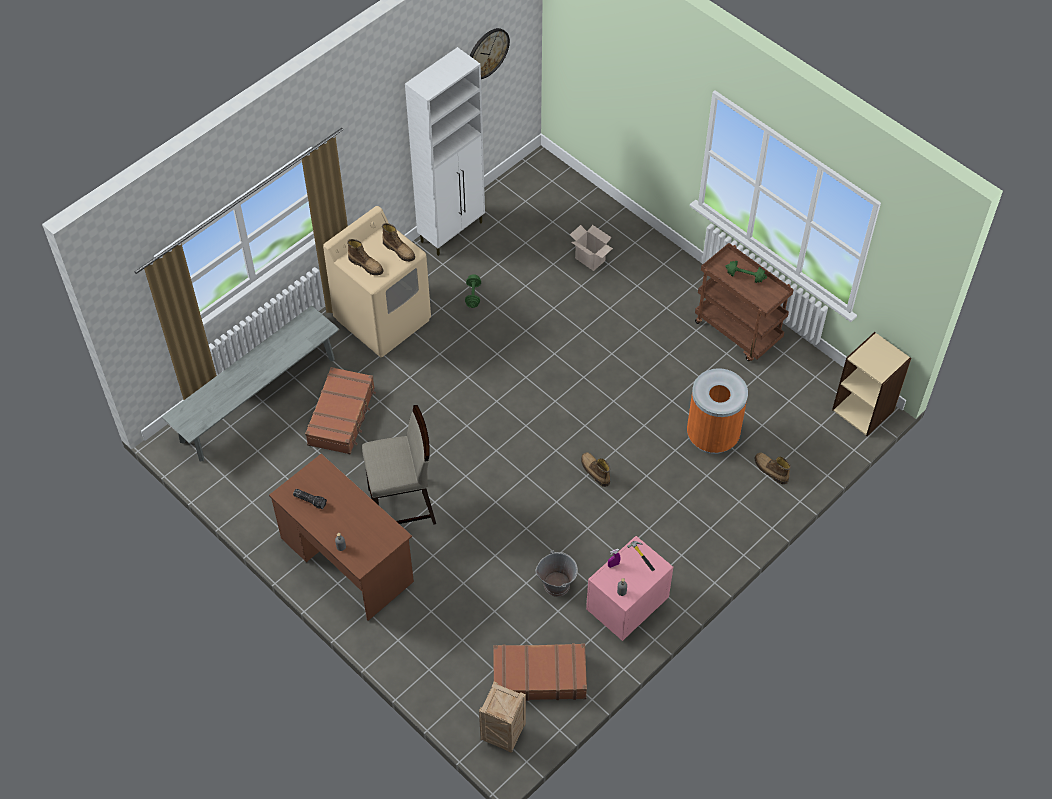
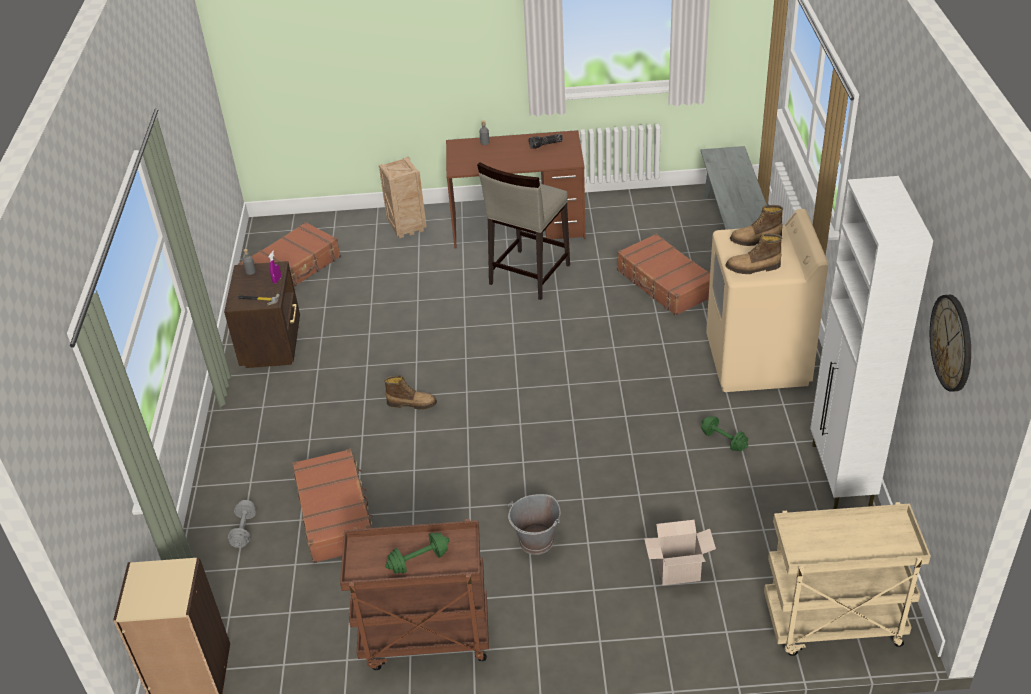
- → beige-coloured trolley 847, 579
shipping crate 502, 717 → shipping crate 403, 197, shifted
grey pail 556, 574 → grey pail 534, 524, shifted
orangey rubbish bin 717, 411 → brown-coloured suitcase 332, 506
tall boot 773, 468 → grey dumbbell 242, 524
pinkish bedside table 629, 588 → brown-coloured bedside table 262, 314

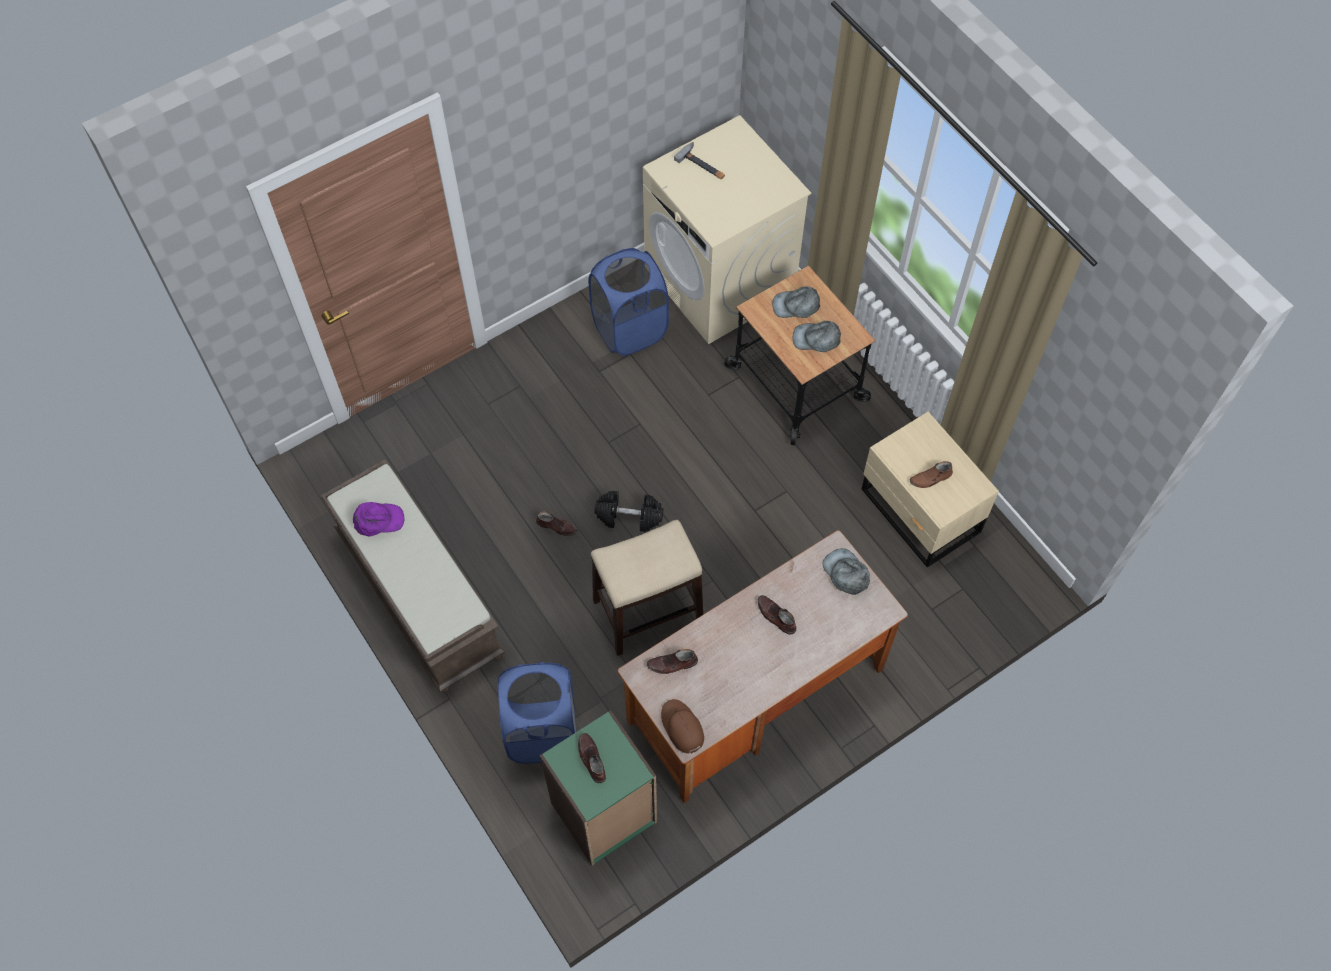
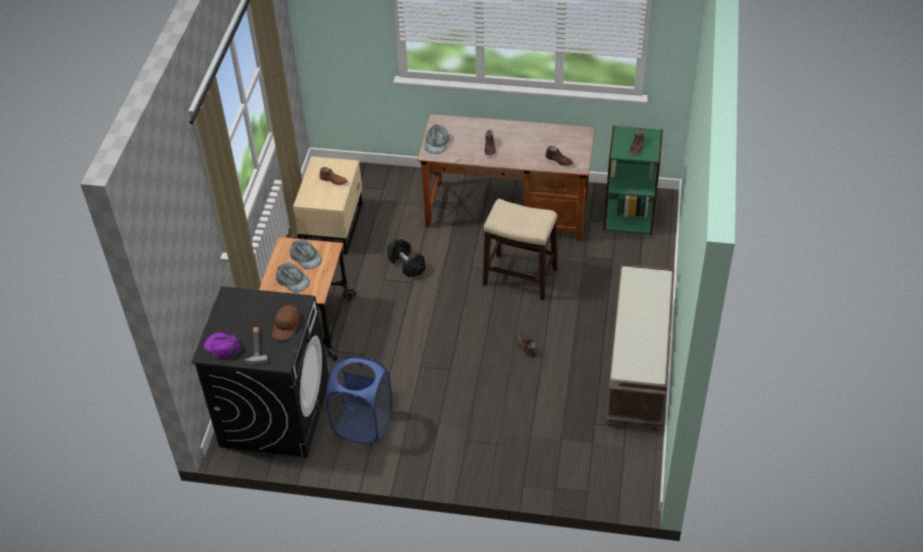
blue-coloured laundry basket 537, 713 → -
purplish cap 378, 519 → purplish cap 222, 345, shifted
black-coloured dumbbell 629, 511 → black-coloured dumbbell 406, 258, shifted
brown-coloured cap 682, 726 → brown-coloured cap 286, 322, shifted
beige-coloured washing machine 727, 229 → black-coloured washing machine 260, 371

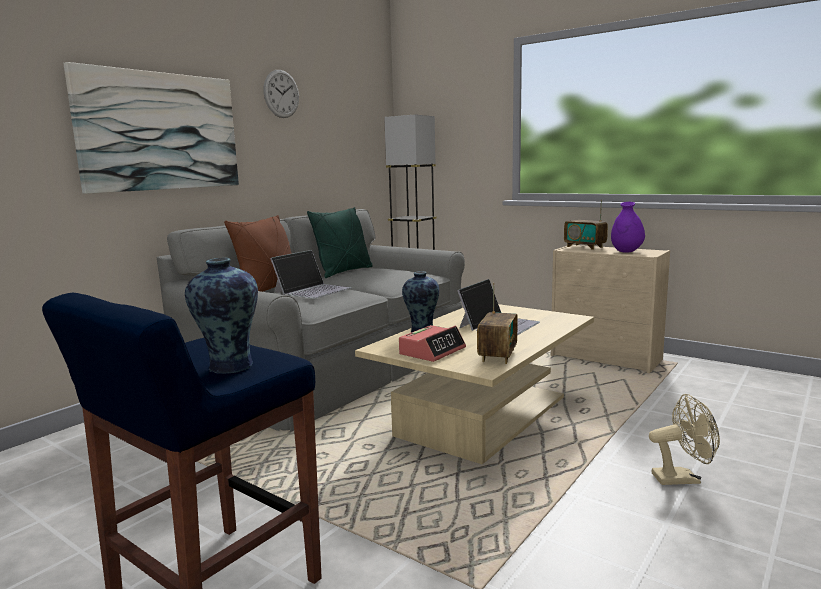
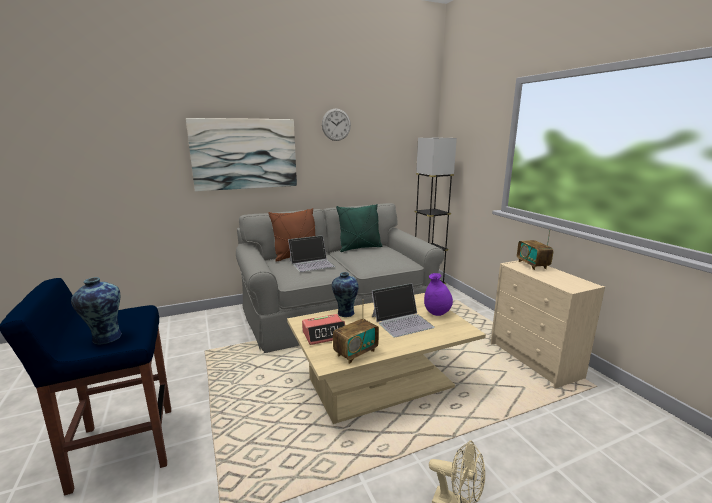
purplish decorative vase 628, 227 → purplish decorative vase 438, 294, shifted

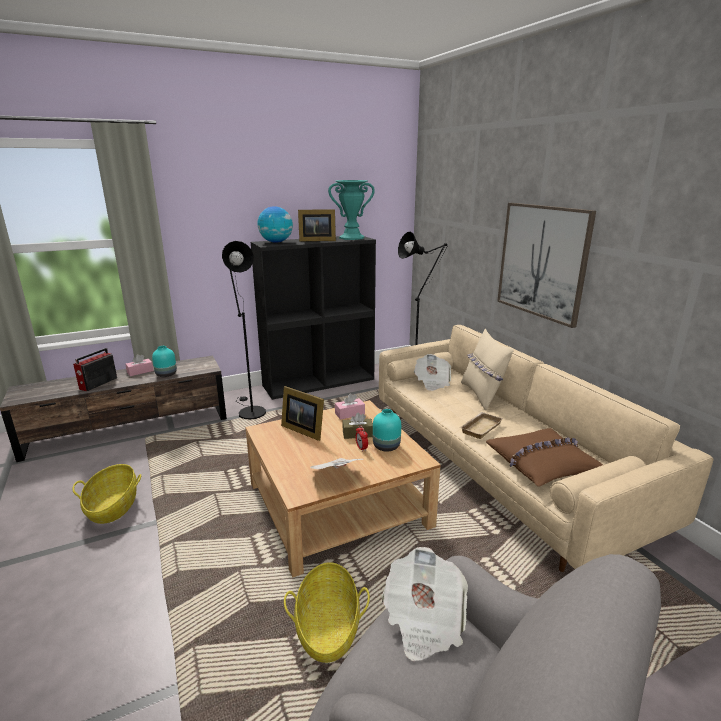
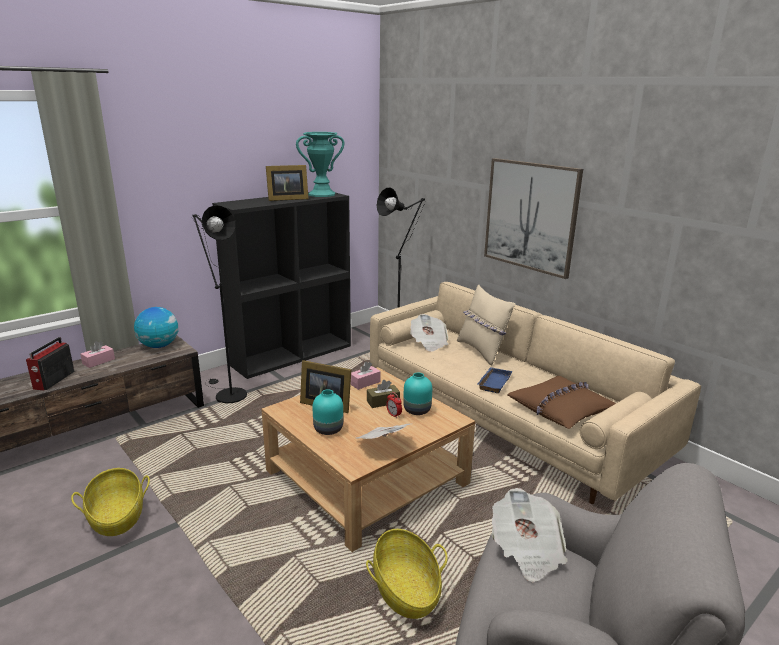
turquoise-coloured decorative vase 164, 361 → turquoise-coloured decorative vase 328, 412, shifted
world globe 275, 224 → world globe 156, 327, shifted
beige-coloured tray 481, 425 → blue-coloured tray 495, 380

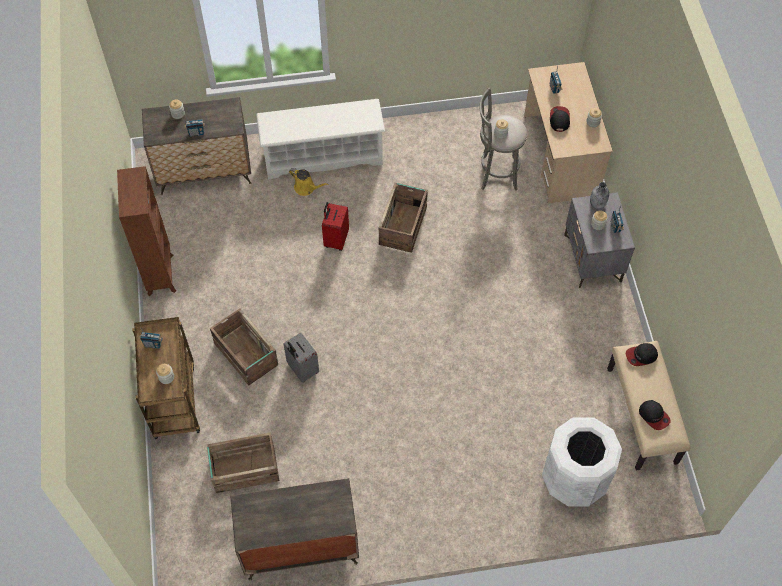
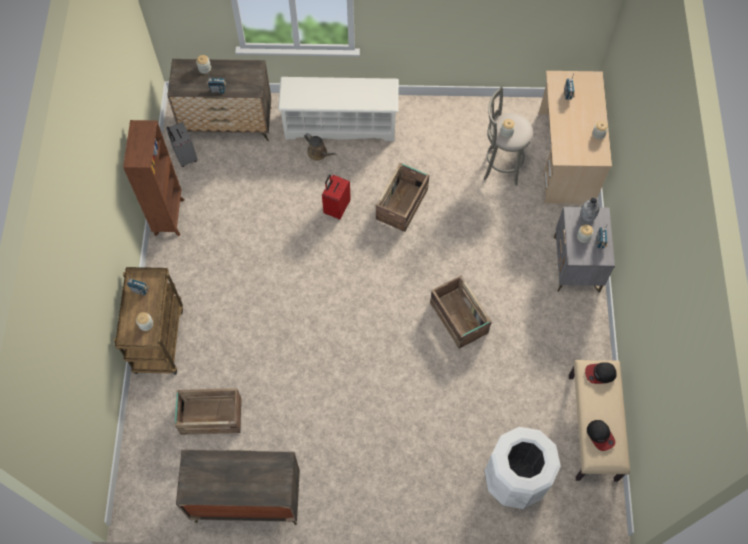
cap 560, 119 → -
shipping crate 244, 346 → shipping crate 461, 312, shifted
grey suitcase 301, 358 → grey suitcase 182, 144, shifted
yellowish sprinkling can 308, 182 → brown-coloured sprinkling can 321, 147

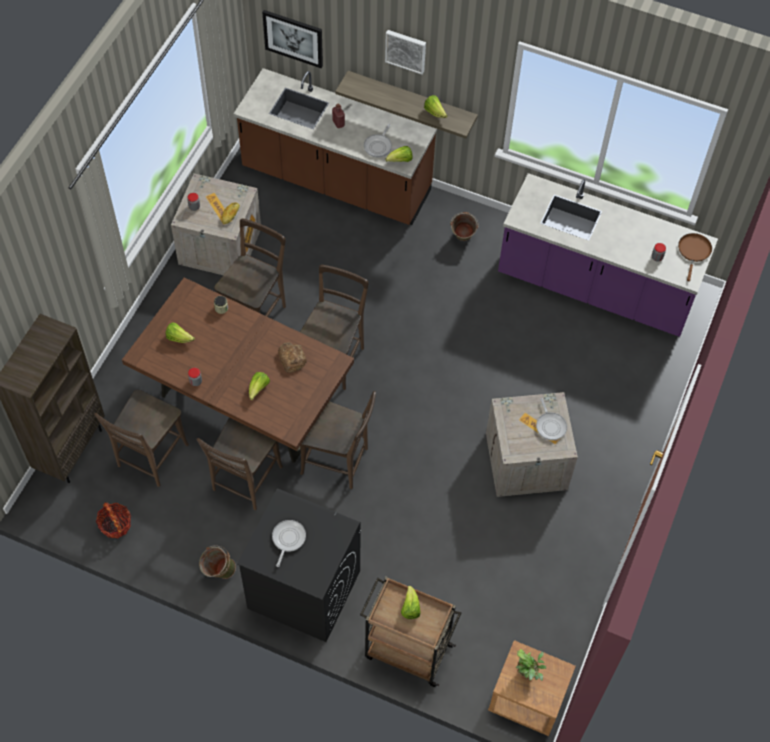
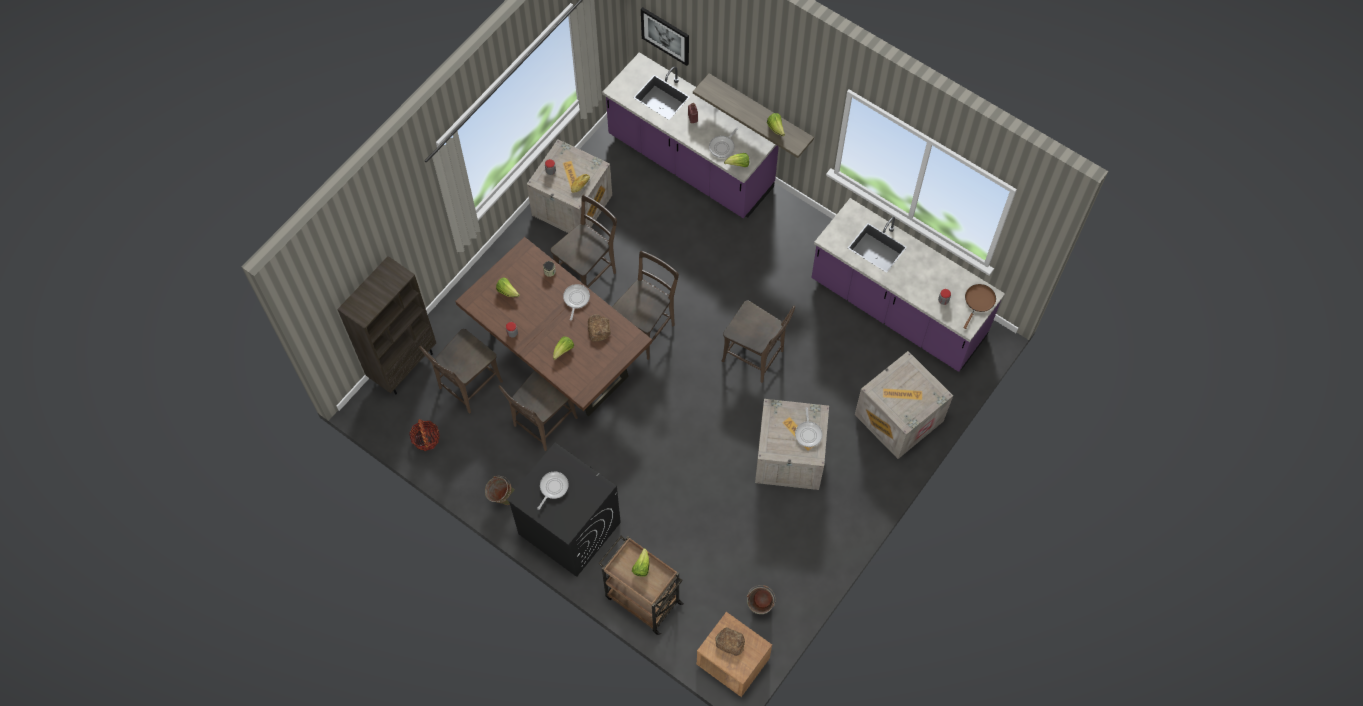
picture 405, 52 → -
- → pan 576, 302
- → shipping crate 904, 405
brown-coloured chair 338, 440 → brown-coloured chair 758, 341, shifted
greenish pail 464, 226 → greenish pail 761, 599, shifted
potted plant 531, 665 → bread 730, 641
brown-coloured counter 335, 146 → purplish counter 690, 135

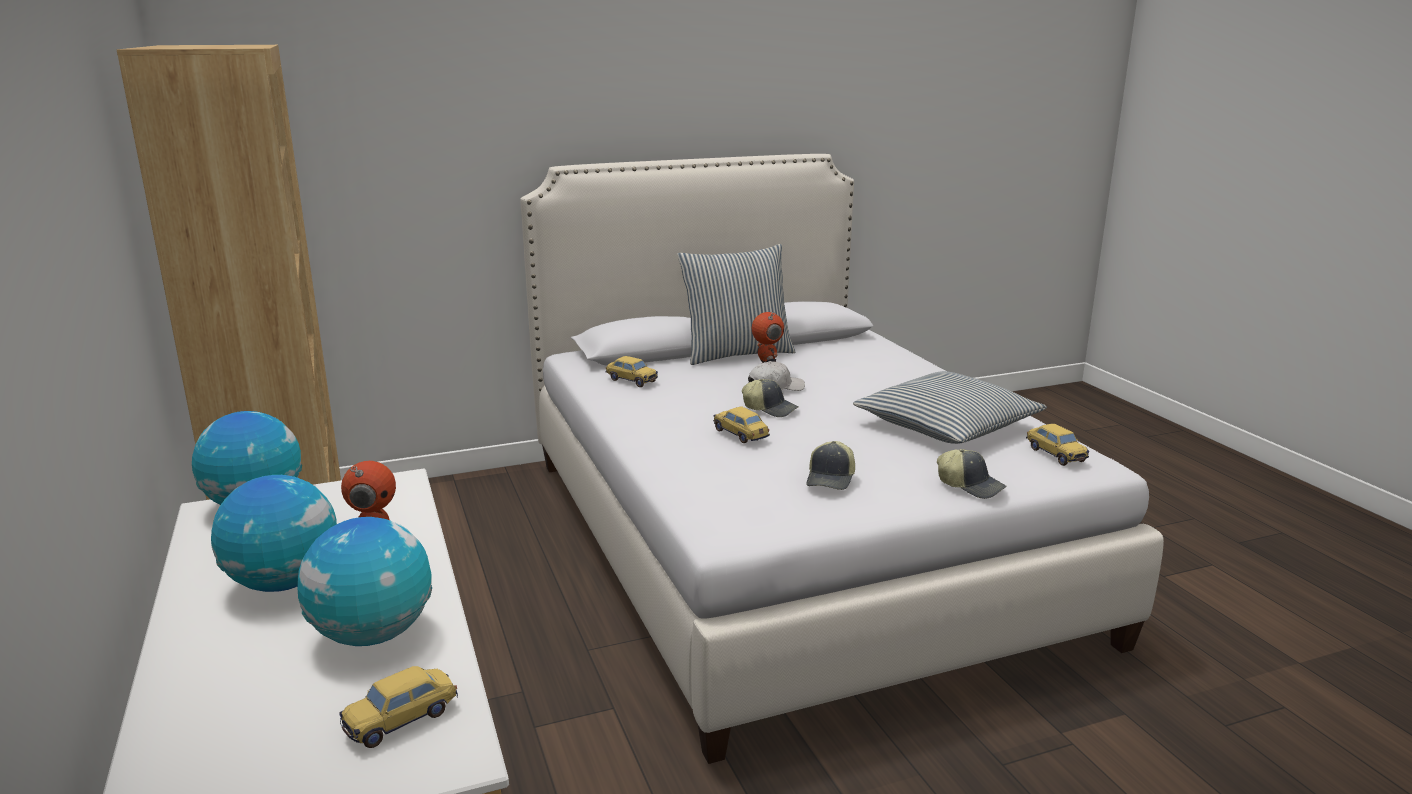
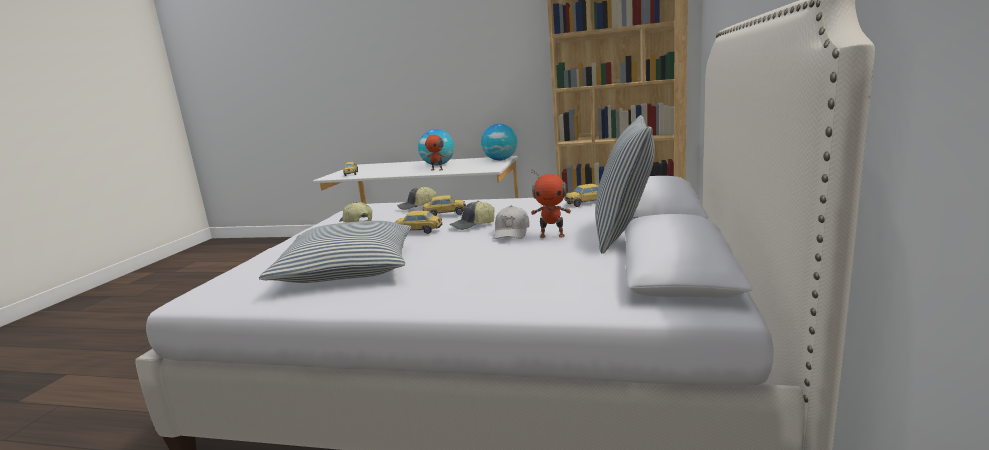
world globe 364, 581 → -
cap 972, 474 → cap 417, 198, shifted
toy car 1057, 445 → toy car 418, 222, shifted

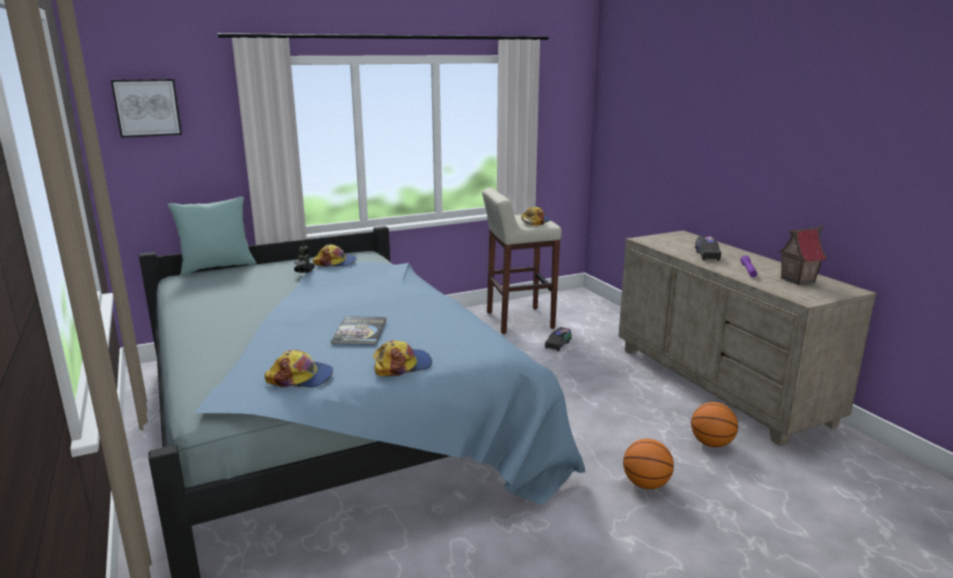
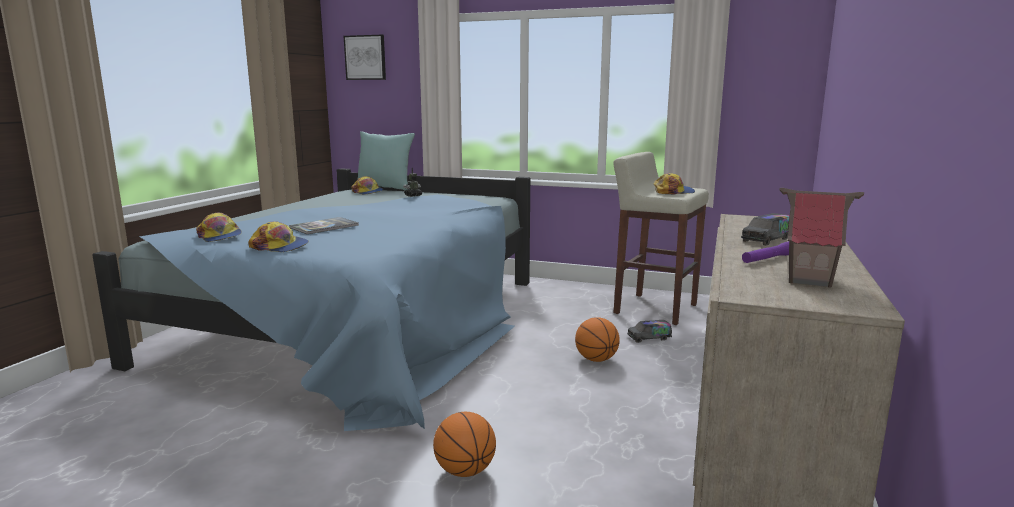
cap 335, 255 → cap 367, 185, shifted
ball for basketball 714, 424 → ball for basketball 597, 339, shifted

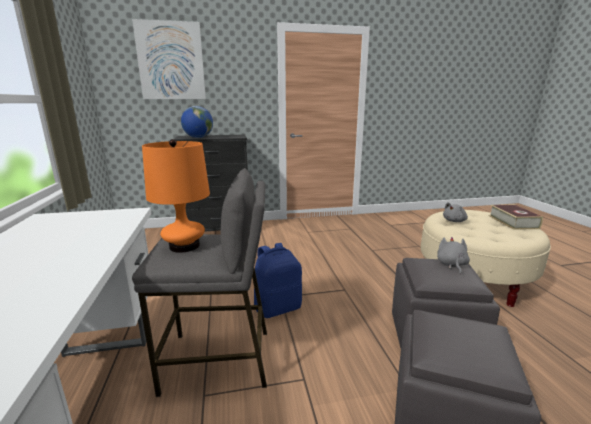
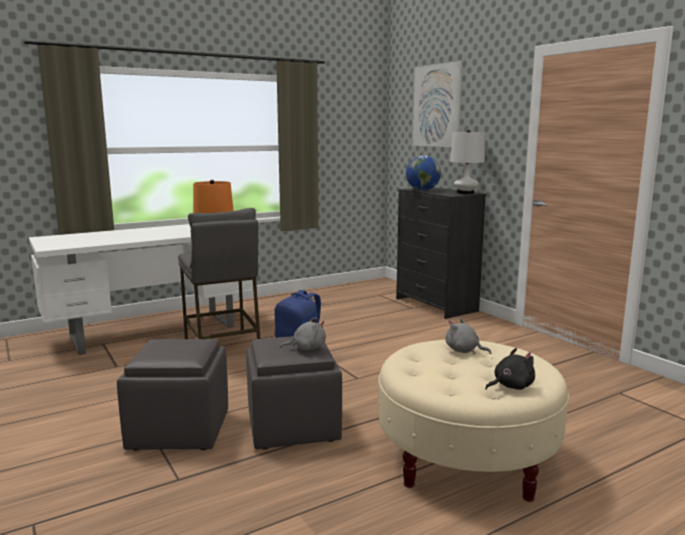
- → white-coloured table lamp 467, 162
book 516, 217 → black-coloured plush toy 510, 369

